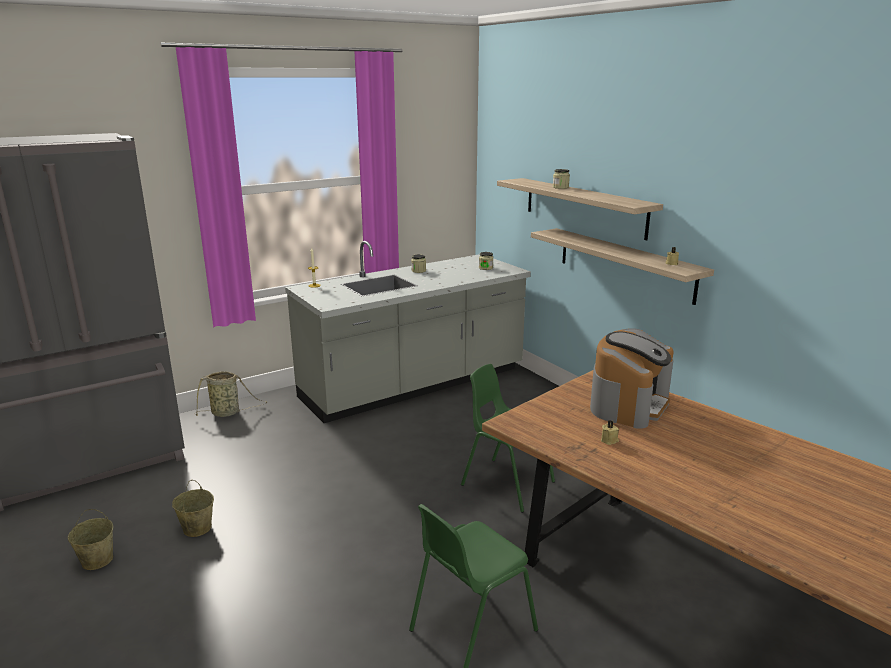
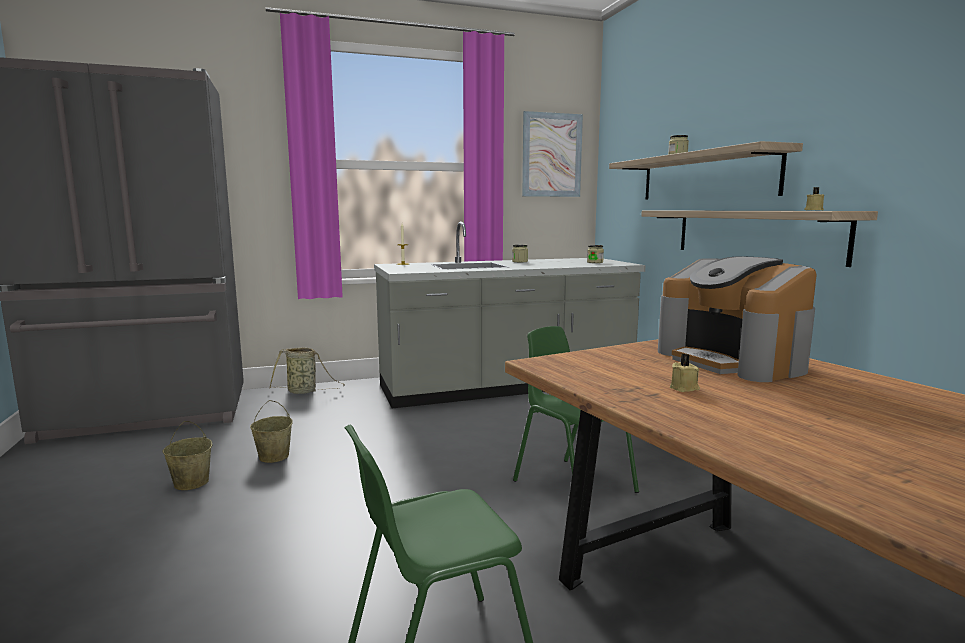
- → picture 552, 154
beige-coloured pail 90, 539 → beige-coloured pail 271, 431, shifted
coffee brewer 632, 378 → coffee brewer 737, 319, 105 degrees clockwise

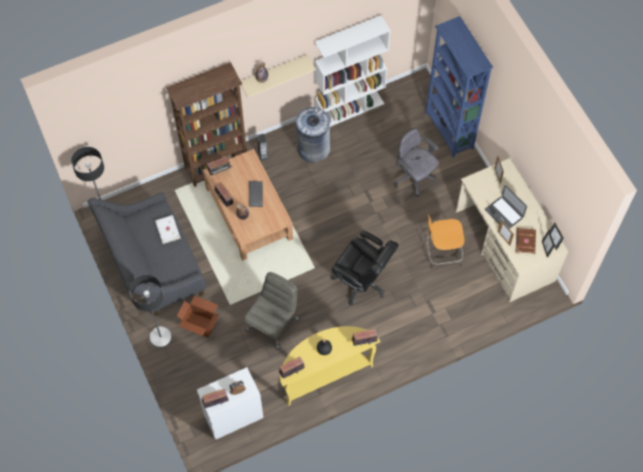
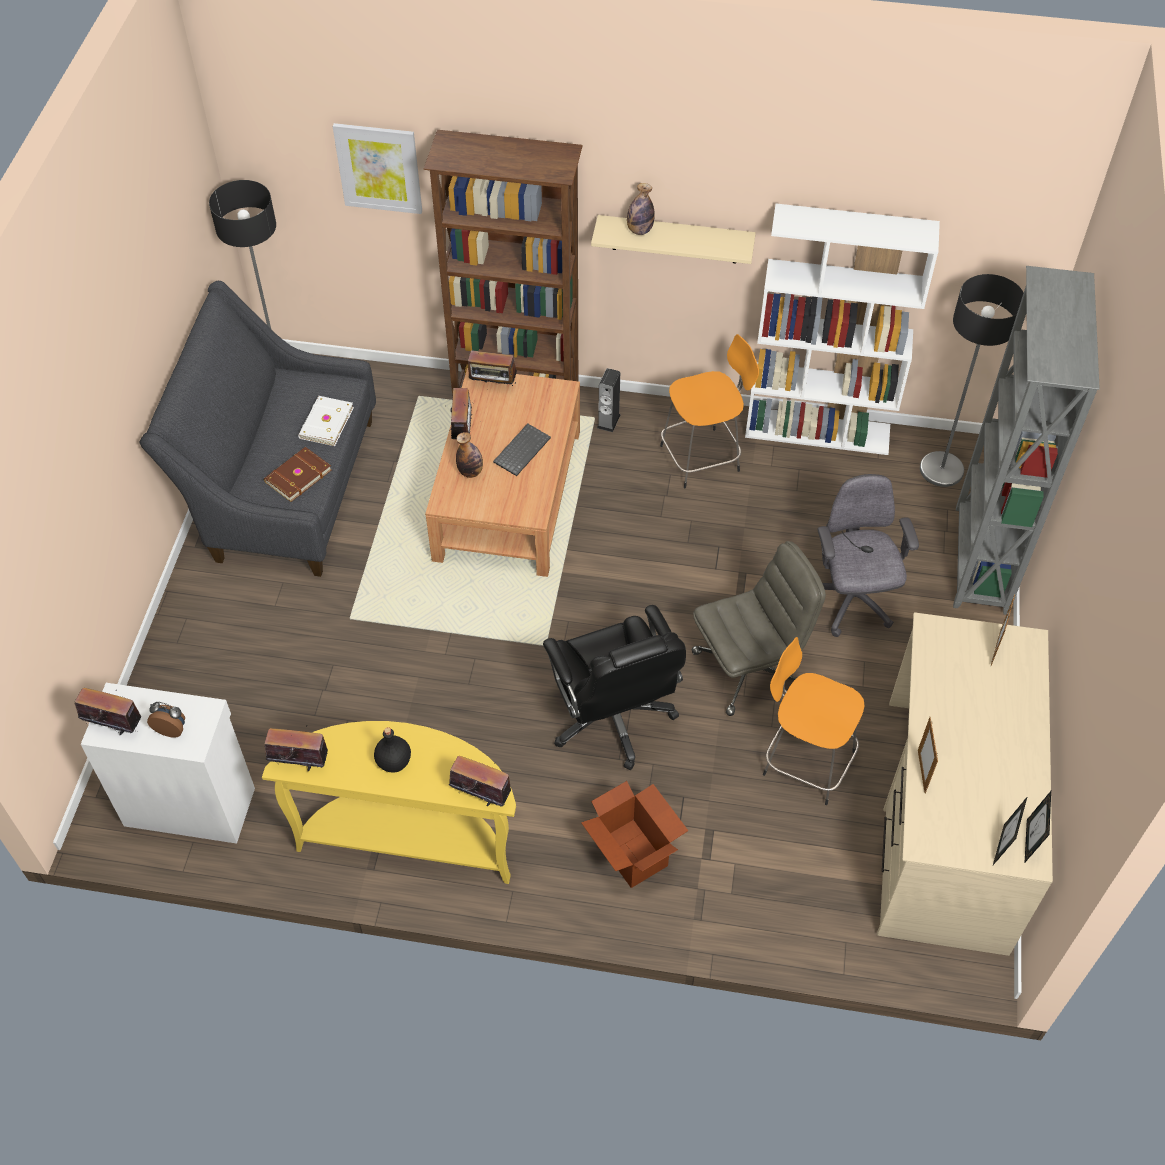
notebook computer 506, 207 → -
- → picture 377, 168
standing lamp 150, 311 → standing lamp 972, 380, shifted
carton 198, 317 → carton 634, 834, shifted
grey office chair 272, 310 → grey office chair 759, 628, shifted
brown-coloured book 526, 241 → brown-coloured book 298, 474, shifted
grey rubbish bin 313, 135 → orangey stool 709, 411
blue-coloured bookshelf 459, 87 → grey bookshelf 1026, 440

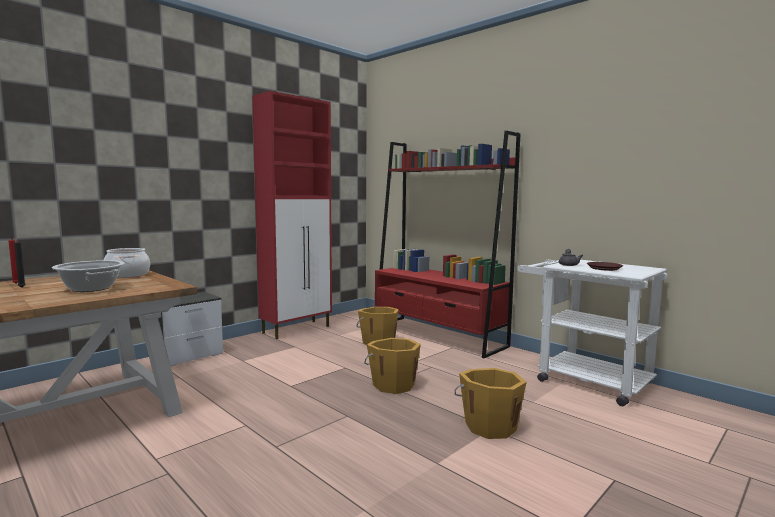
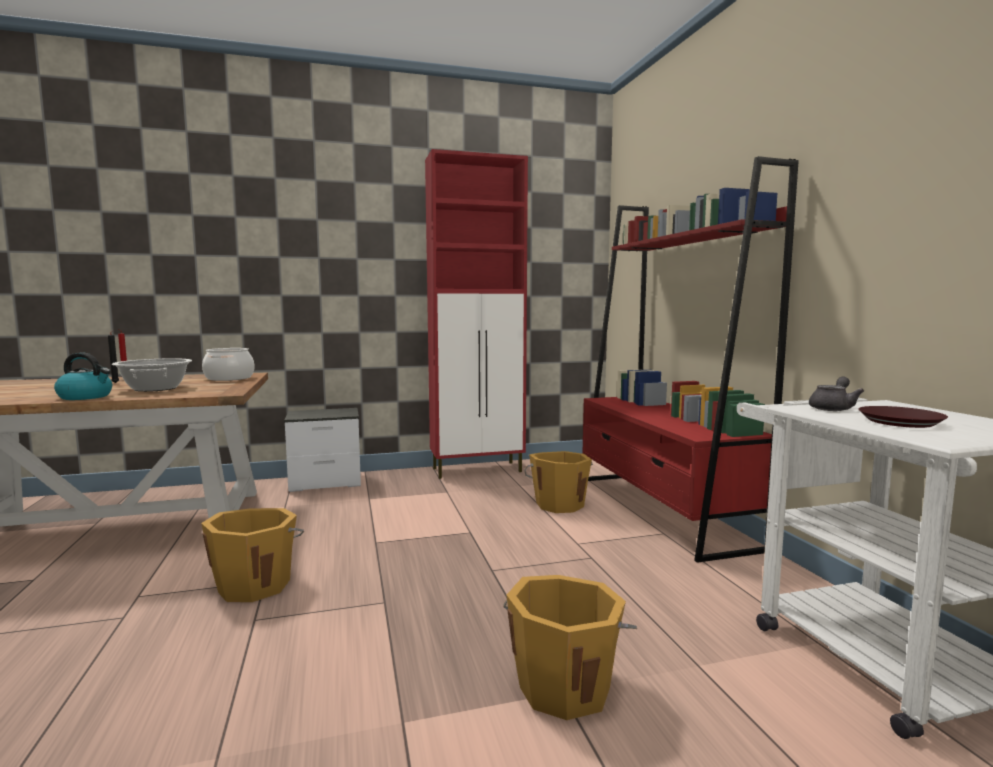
- → kettle 83, 376
orangey pail 392, 366 → orangey pail 252, 555, shifted

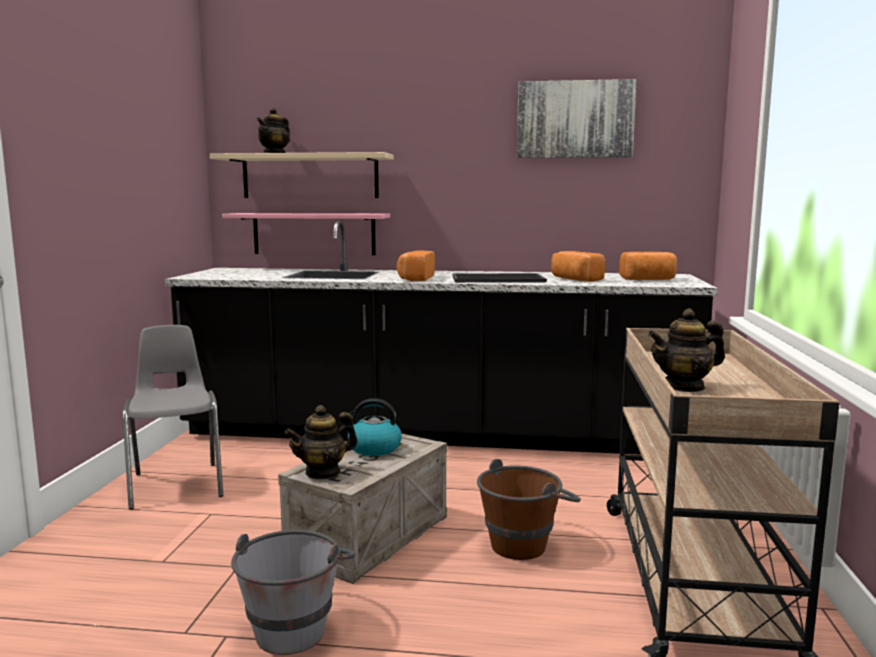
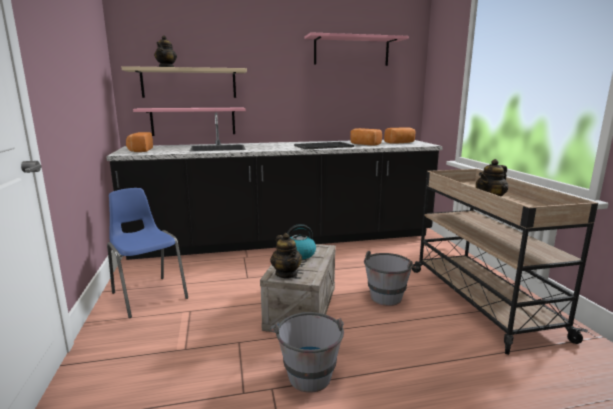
bread 416, 265 → bread 139, 142, shifted
picture 576, 118 → pinkish bracket shelf 356, 49
grey chair 173, 417 → blue-coloured chair 147, 253
brown-coloured pail 529, 509 → grey pail 391, 278
tea pot 321, 442 → tea pot 286, 256, 60 degrees counterclockwise

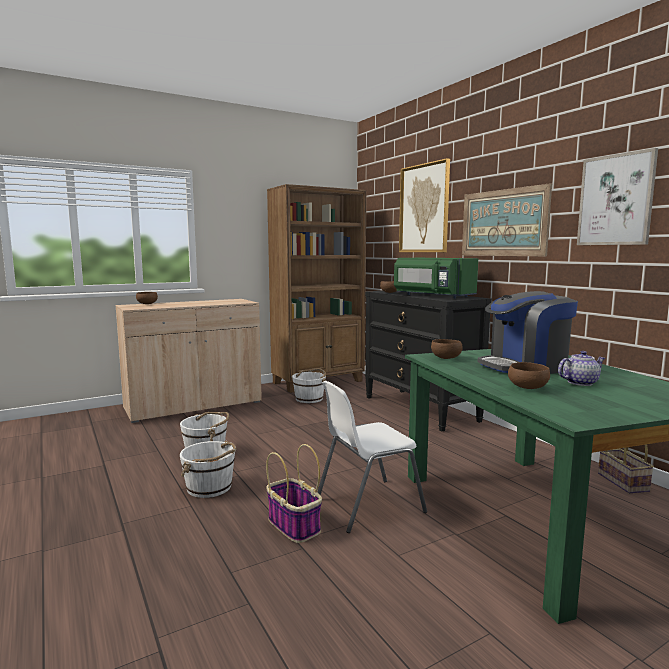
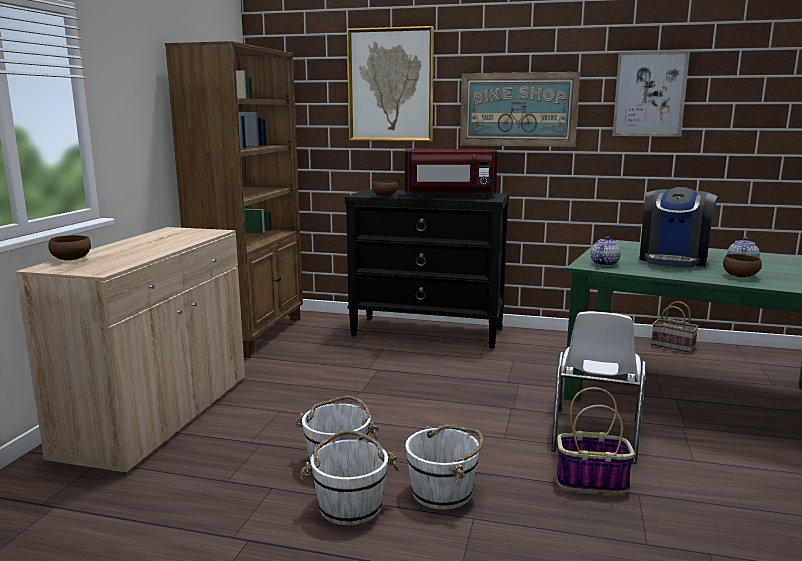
white-coloured pail 309, 385 → white-coloured pail 349, 477, shifted
brown-coloured serving bowl 447, 349 → tea pot 606, 251
greenish kitchen microwave 436, 278 → reddish kitchen microwave 451, 173

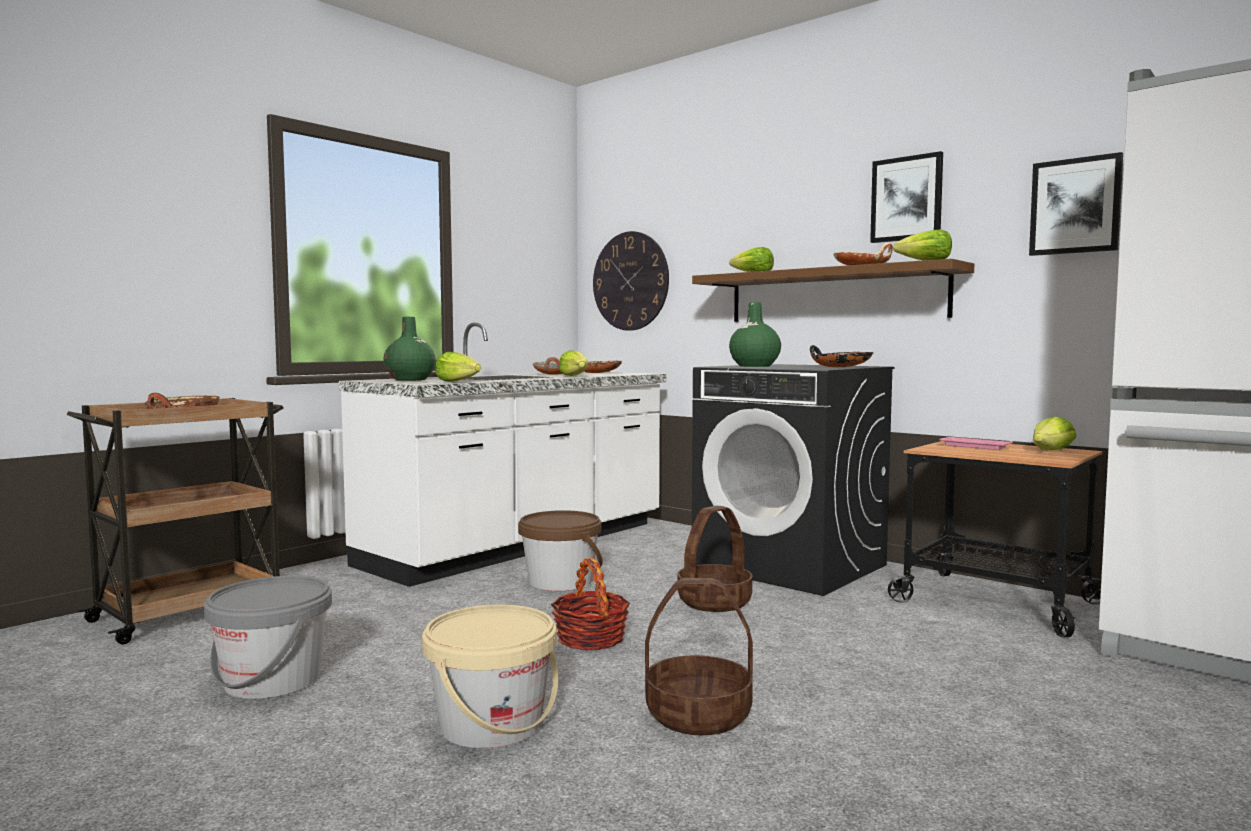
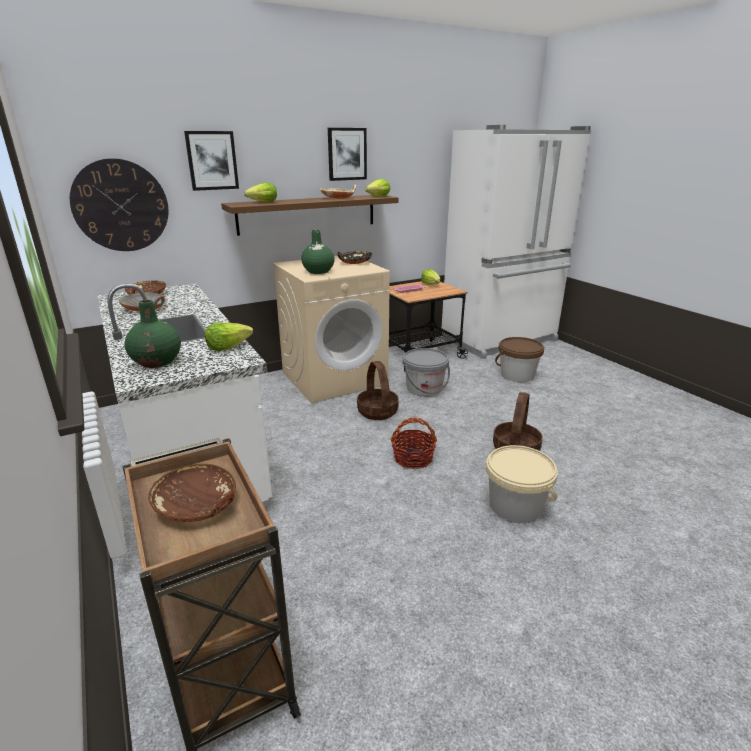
head of lettuce 573, 363 → -
grey pail 268, 637 → grey pail 426, 372, shifted
brown-coloured pail 560, 550 → brown-coloured pail 519, 359, shifted
picture 1076, 204 → picture 211, 161, shifted
black-coloured washing machine 793, 480 → beige-coloured washing machine 331, 329

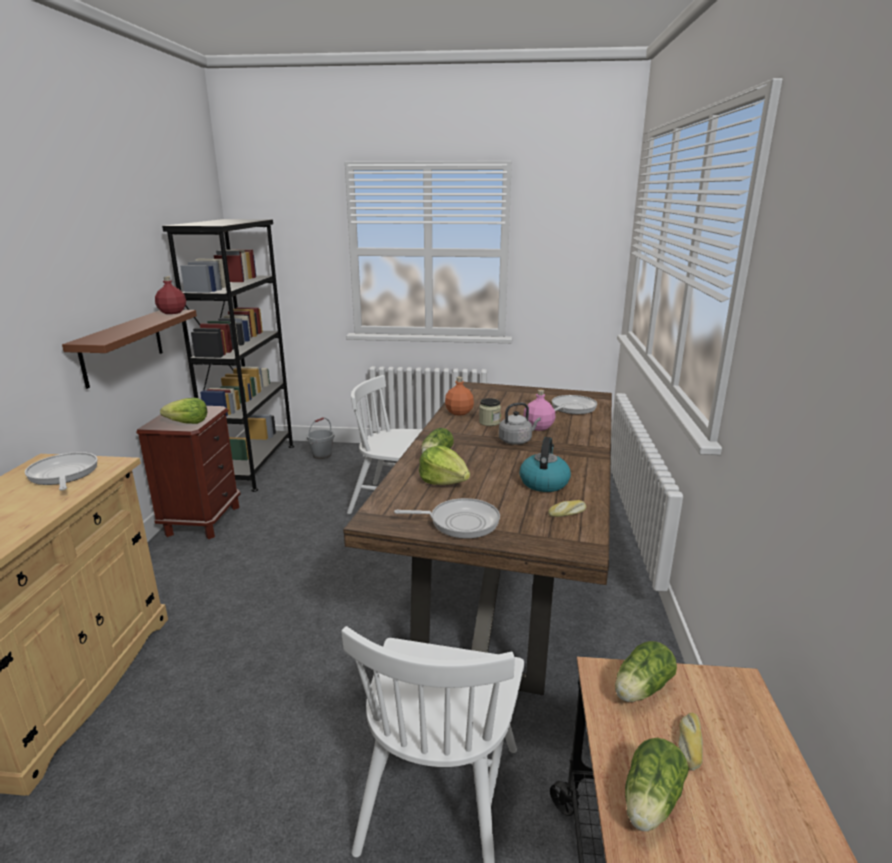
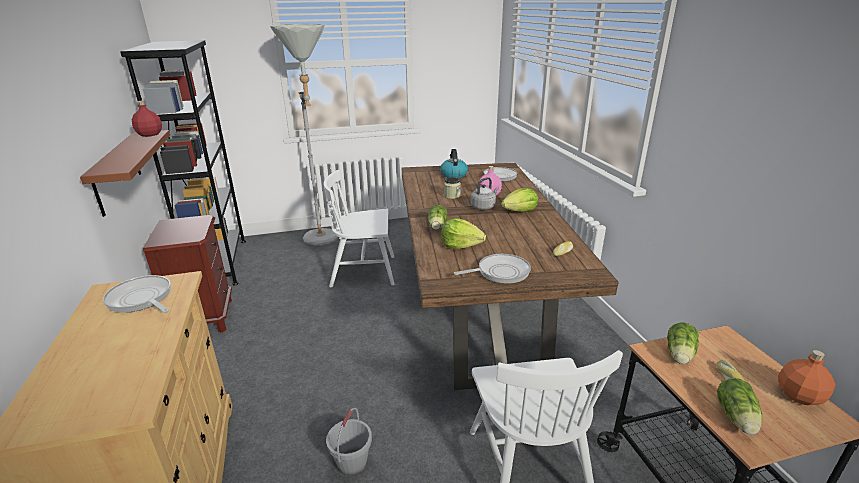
- → grey standing lamp 304, 135
head of lettuce 183, 411 → head of lettuce 519, 200, shifted
grey pail 320, 438 → grey pail 349, 442, shifted
orangey bottle 459, 396 → orangey bottle 807, 377, shifted
kettle 545, 464 → kettle 454, 163, shifted

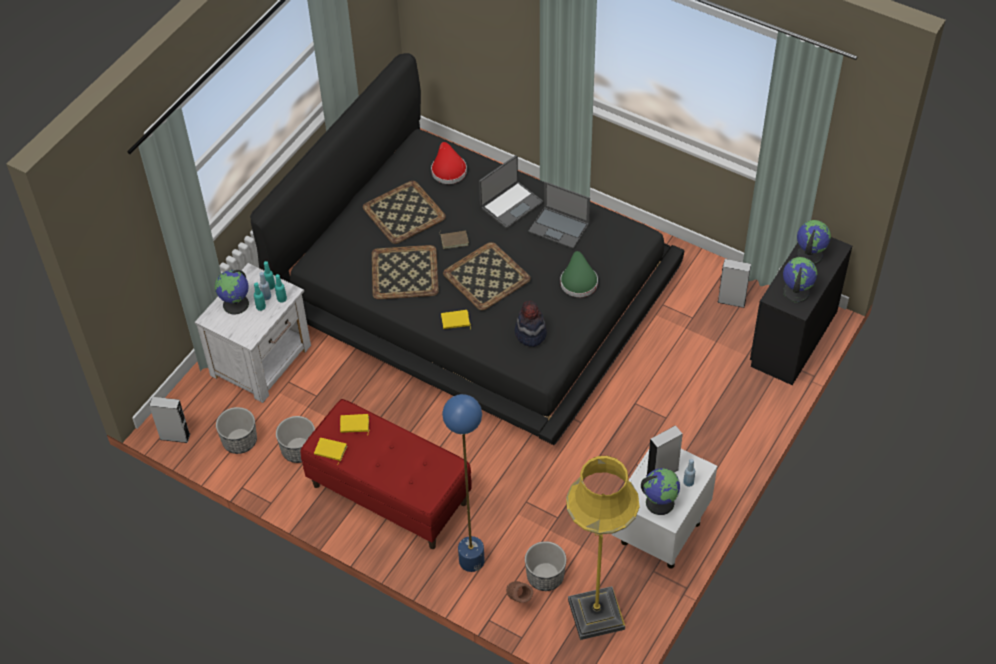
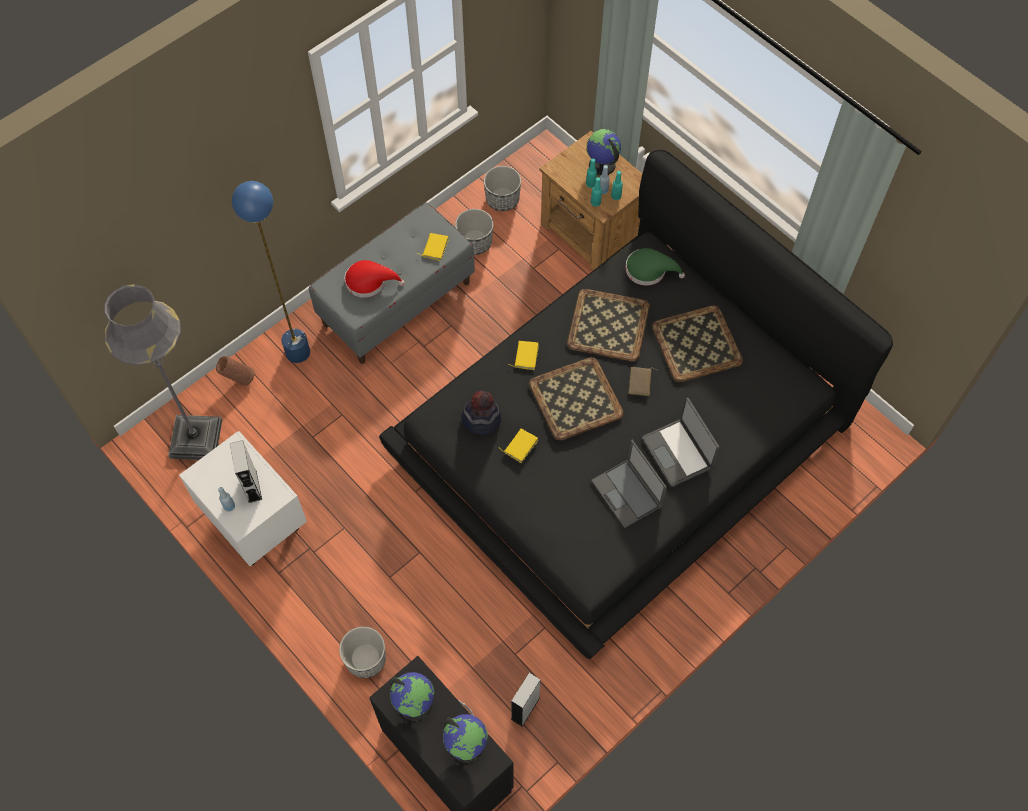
grey loudspeaker 169, 420 → -
world globe 660, 491 → -
yellowish book 330, 451 → yellowish book 519, 446, shifted
reddish hat 449, 163 → reddish hat 375, 279, shifted
plant pot 545, 566 → plant pot 362, 652, shifted
greenish hat 579, 274 → greenish hat 655, 267, shifted
white-coloured bedside table 252, 333 → brown-coloured bedside table 590, 201
reddish long seat 386, 474 → grey long seat 392, 283
yellowish standing lamp 602, 548 → grey standing lamp 163, 372
notebook computer 559, 215 → notebook computer 629, 484, 75 degrees counterclockwise

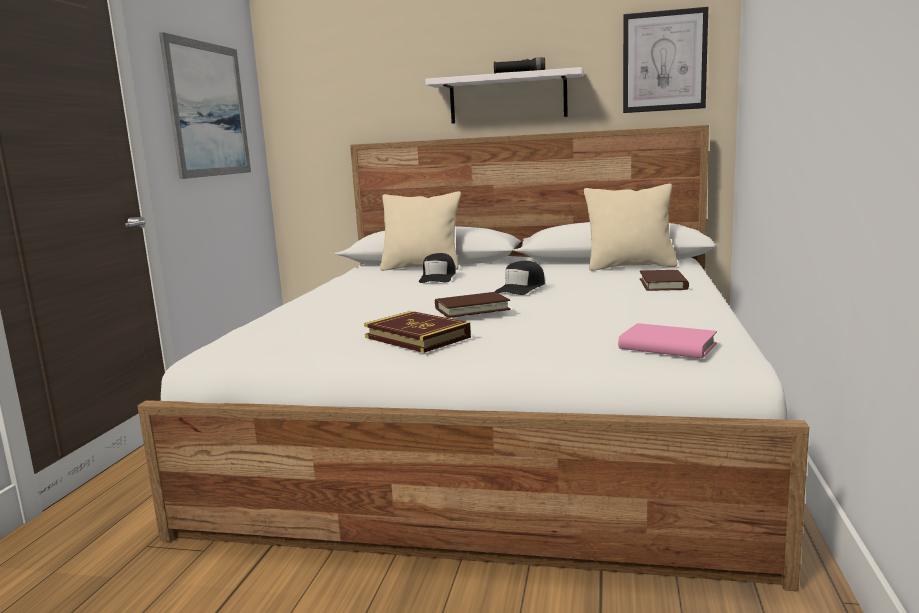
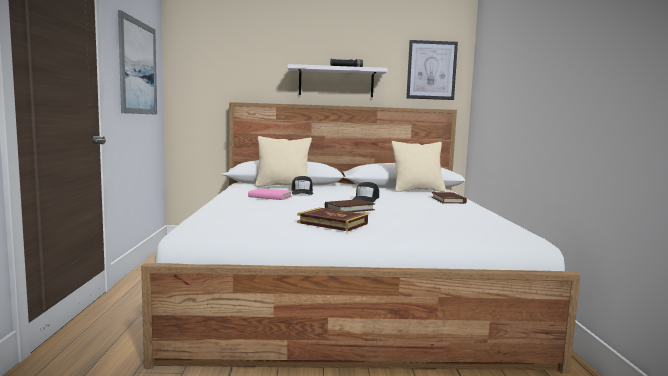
pinkish book 667, 340 → pinkish book 270, 194, shifted

